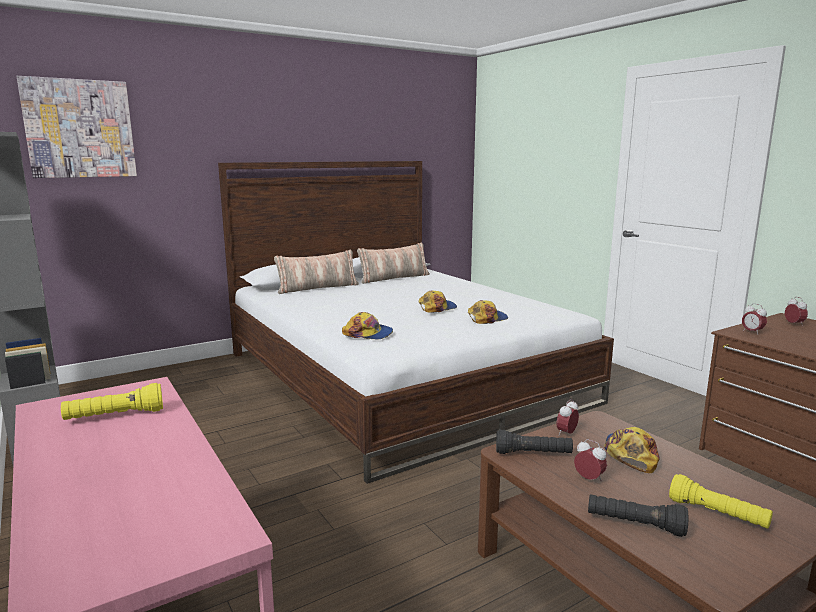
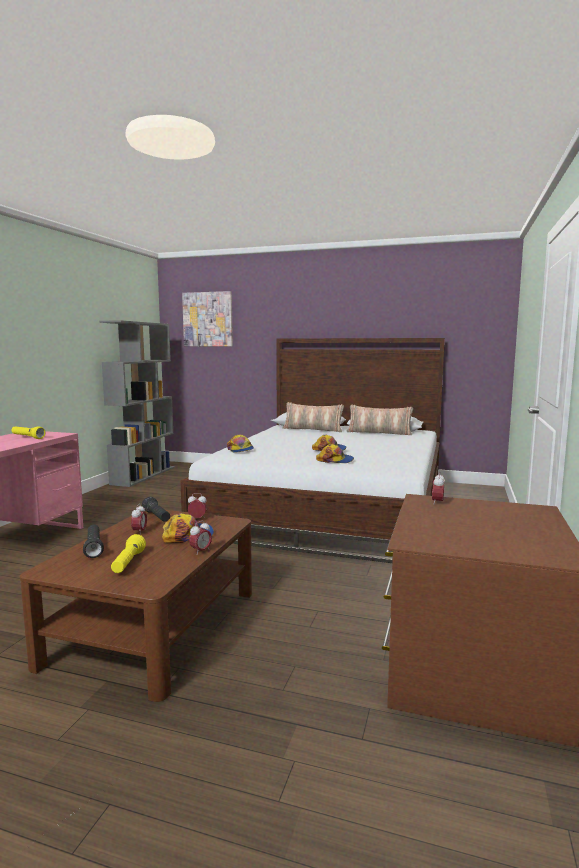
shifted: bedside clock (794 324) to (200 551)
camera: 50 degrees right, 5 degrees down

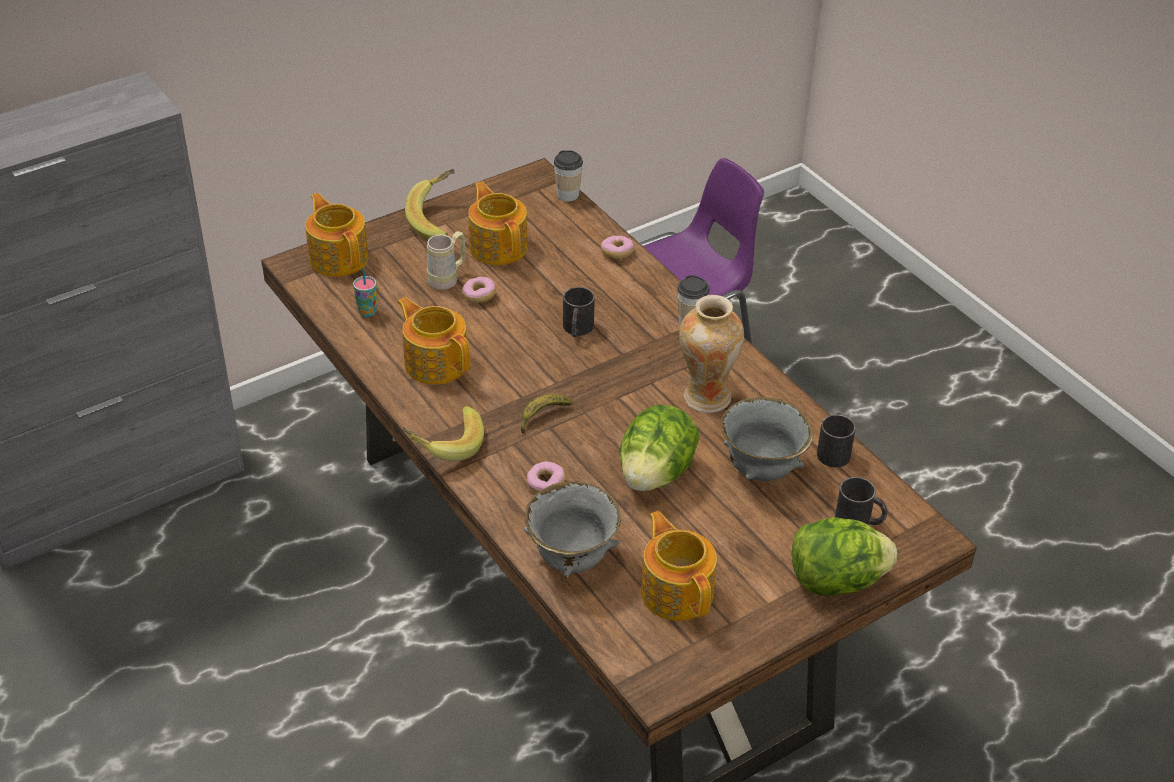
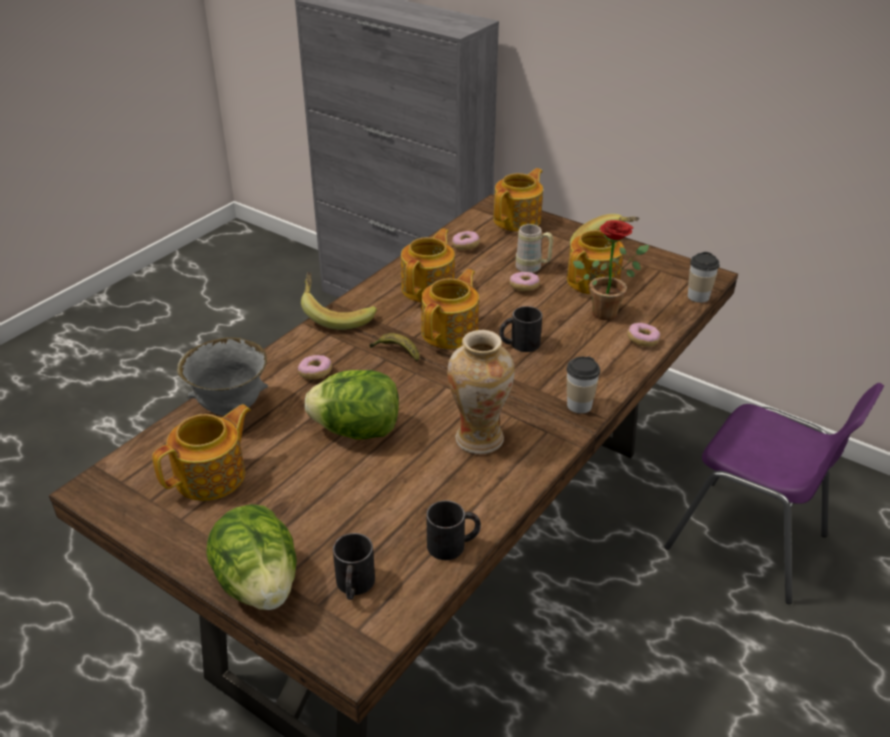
gone: deep dish (gray) (760 472)
new: plant in a pot (608 311); tea pot (451 332)
swapped: small cup (367 312) to doughnut (465 246)
camera: 70 degrees right, 5 degrees down

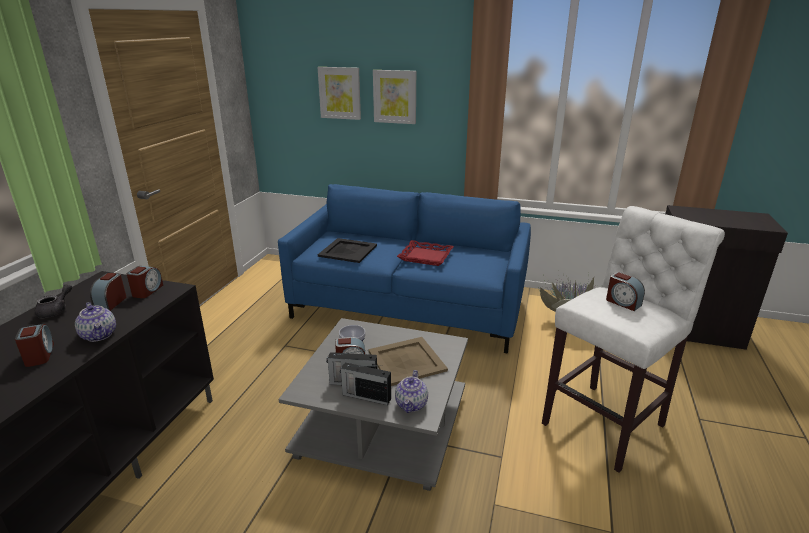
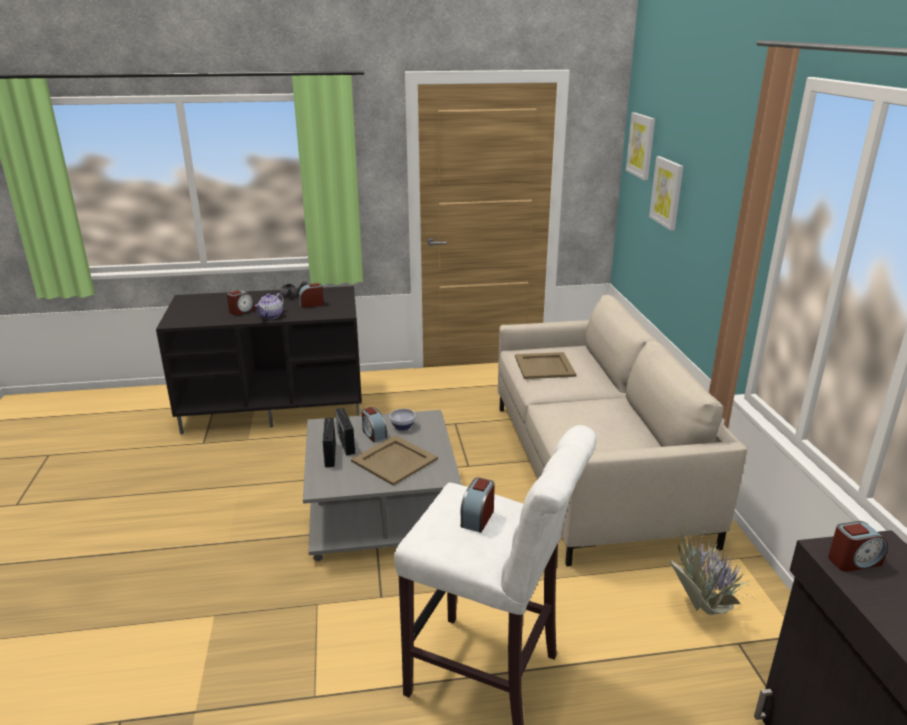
gone: carrying tray (reddish) (425 257); tea pot (411 404)
shifted: wall art (395 96) to (641 145); bedside clock (147 291) to (853 561)
repainted: sofa (blue-coloured) (409 307) to sofa (beige-coloured) (592 469); carrying tray (black) (347 251) to carrying tray (beige-coloured) (544 366)
camera: 65 degrees right, 0 degrees up

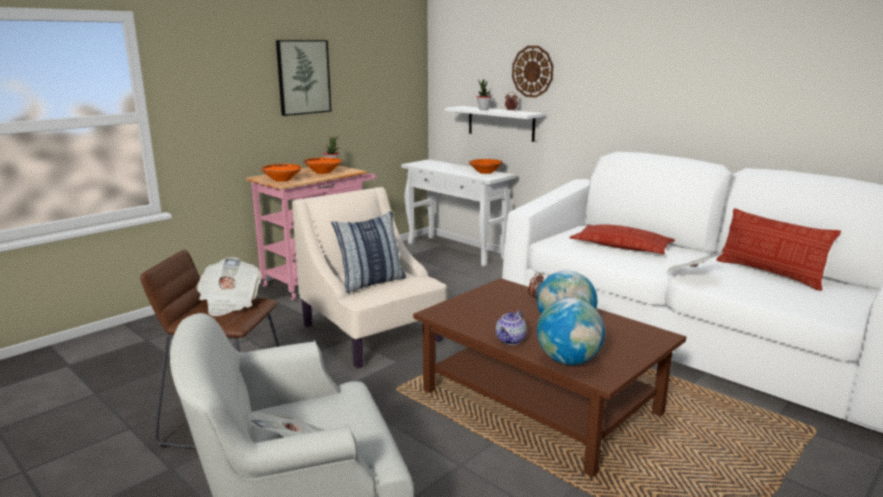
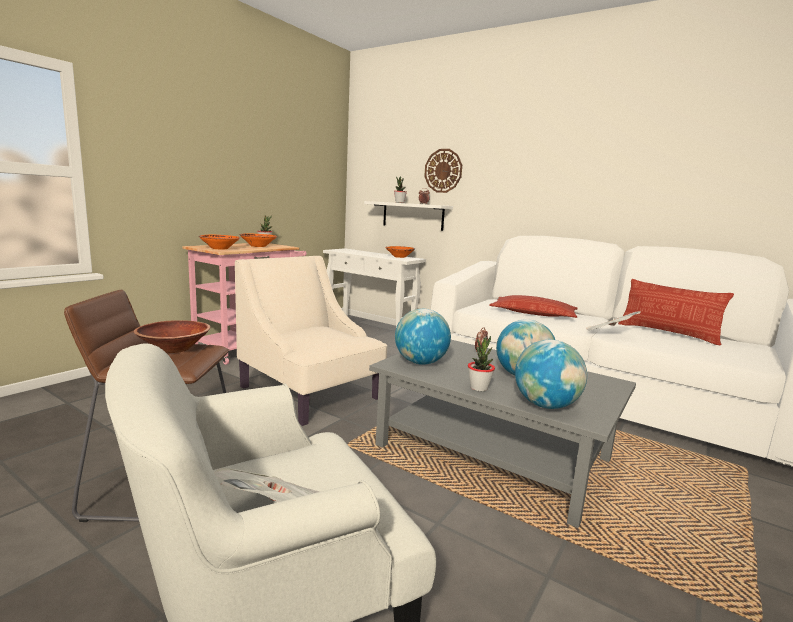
gone: wall art (303 77); cushion (371 282)
new: world globe (420 362)
swapped: printed paper (229 303) to deep dish (brownish) (174 349); tea pot (511 340) to plant in a pot (479 388)
repainted: low table (brownish) (540 401) to low table (gray) (493 452)
camera: 10 degrees left, 5 degrees down

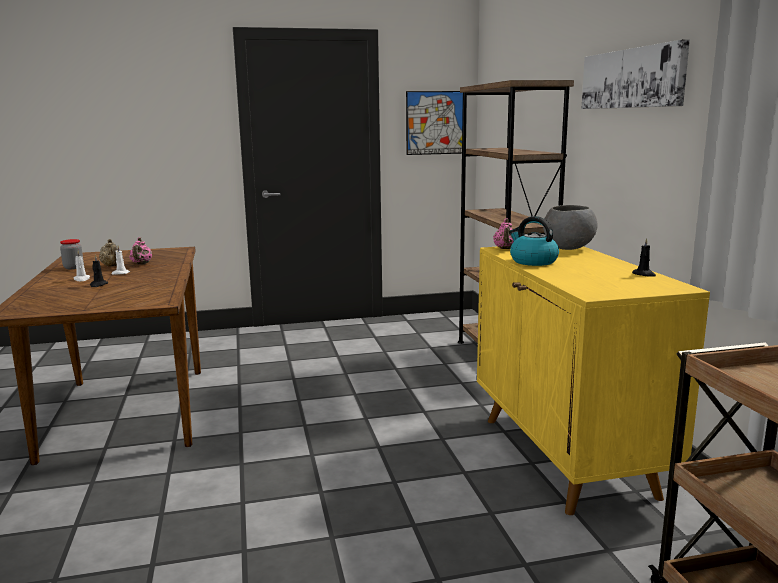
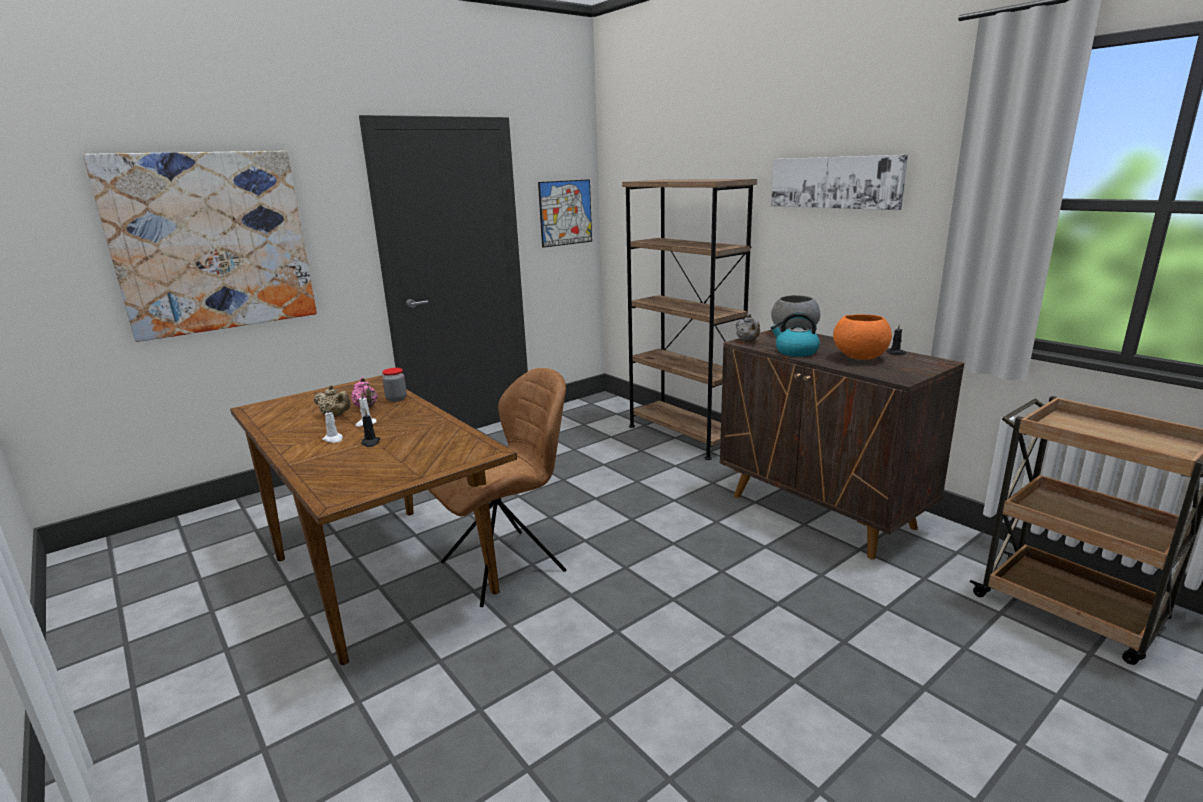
new: wall art (212 243); deep dish (orange-coloured) (859 358); upright chair (brownish) (507 565)
shifted: storage jar (73 267) to (396 399)
repainted: tea pot (pinkish) (505 249) to tea pot (gray) (747 341); cupboard (yellow-coloured) (566 456) to cupboard (brownish) (822 511)
camera: 25 degrees left, 5 degrees up

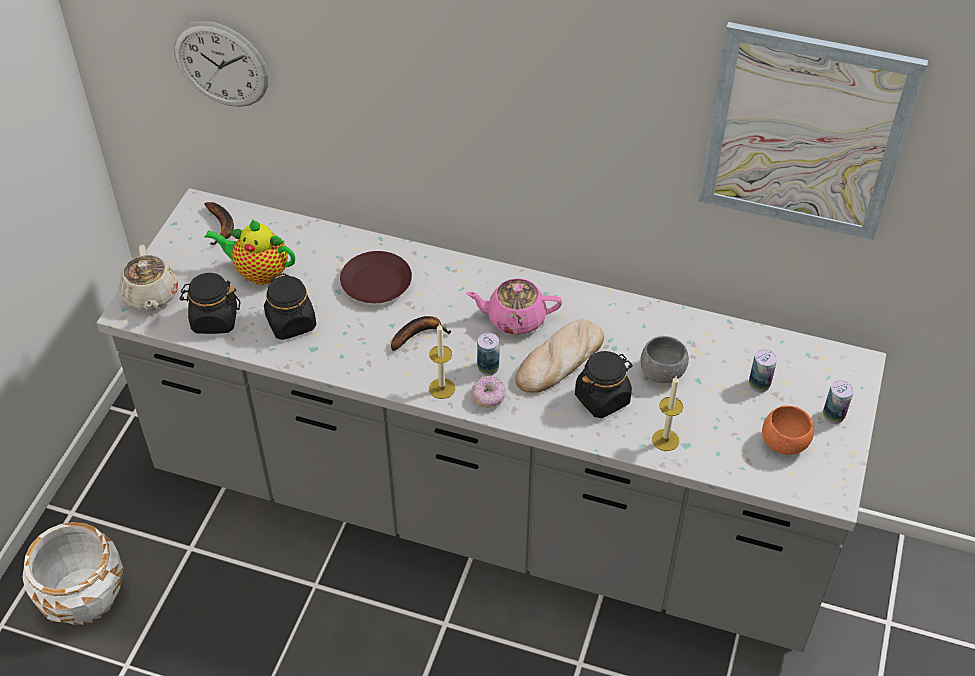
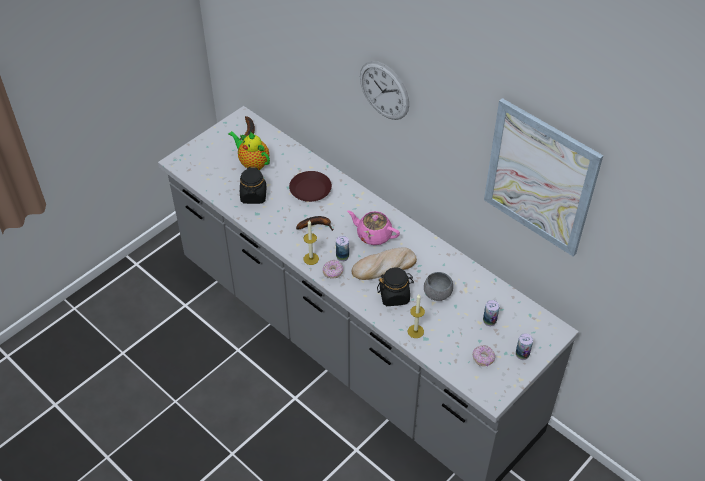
gone: tea pot (beige-coloured) (151 296); storage jar (black) (214 320); planter (white) (84 598)
shifted: clock on the wall (221 64) to (384 90)
swapped: deep dish (orange-coloured) (785 443) to doughnut (483 358)
camera: 25 degrees right, 0 degrees up

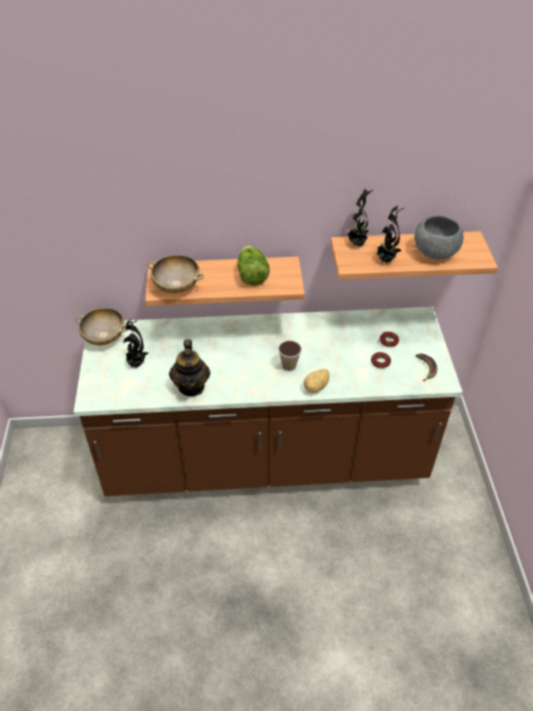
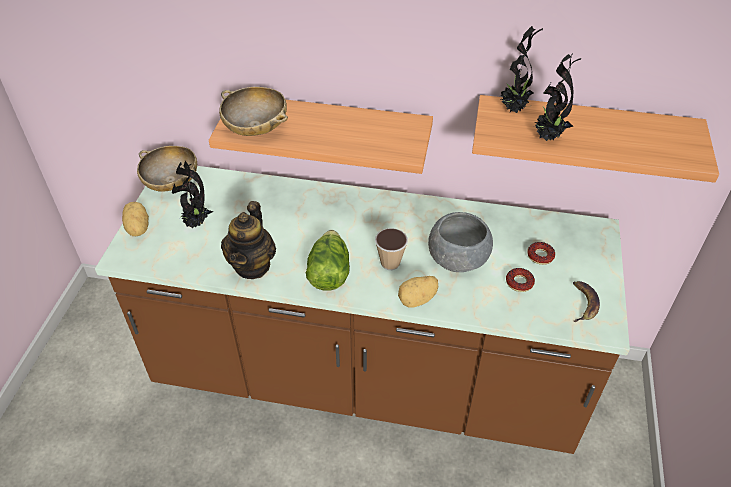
new: potato (137 228)
shifted: deep dish (gray) (435 252) to (458 259); lettuce head (251 275) to (328 272)
camera: 15 degrees right, 0 degrees up

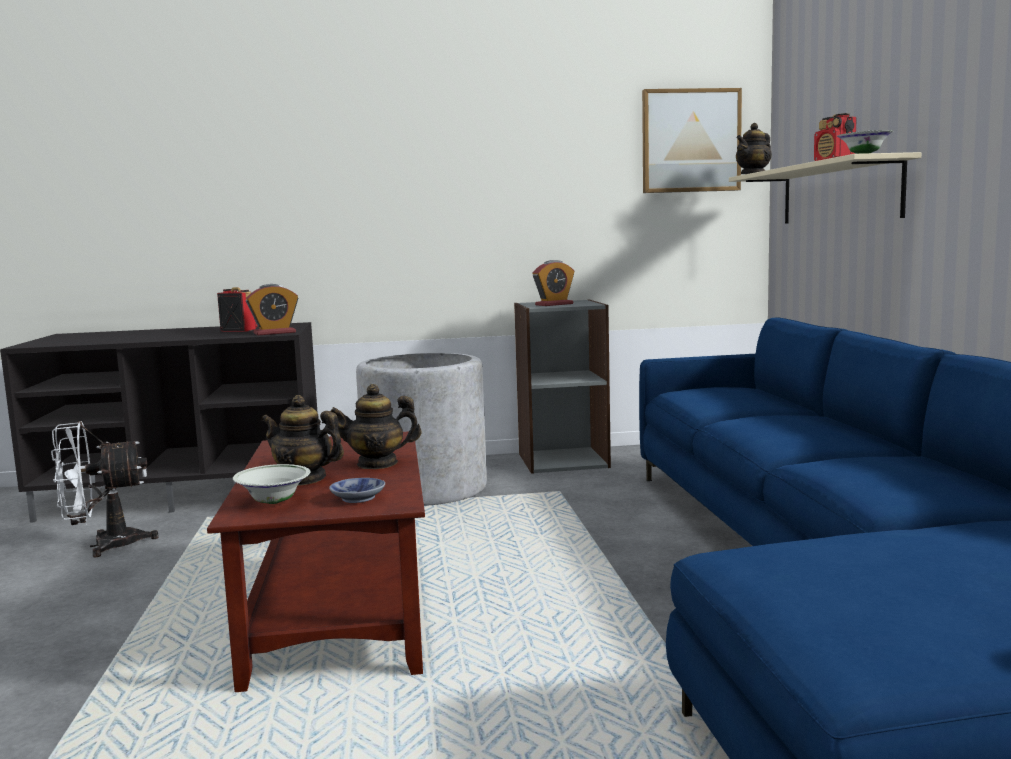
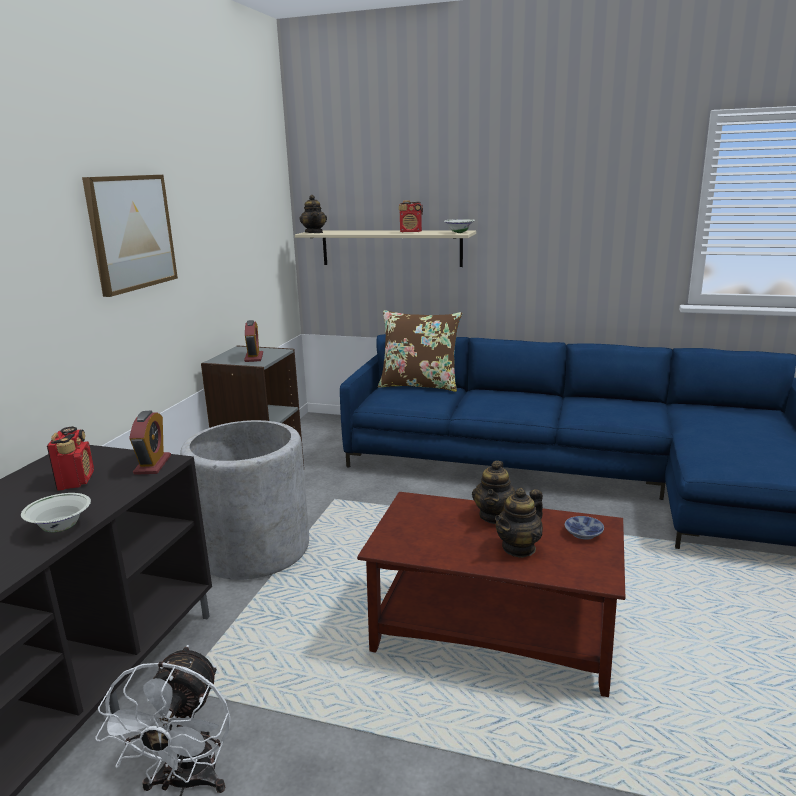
new: cushion (brownish) (420 385)
shifted: wall art (690 141) to (131 232); deep dish (white) (273 502) to (60 528)
rotated: radio (239 330) = (76 480) 120 degrees clockwise
camera: 65 degrees left, 10 degrees up

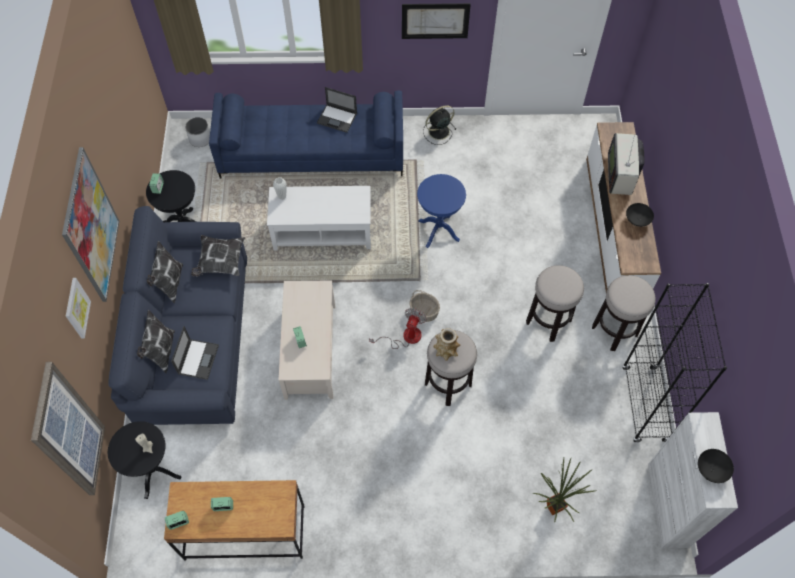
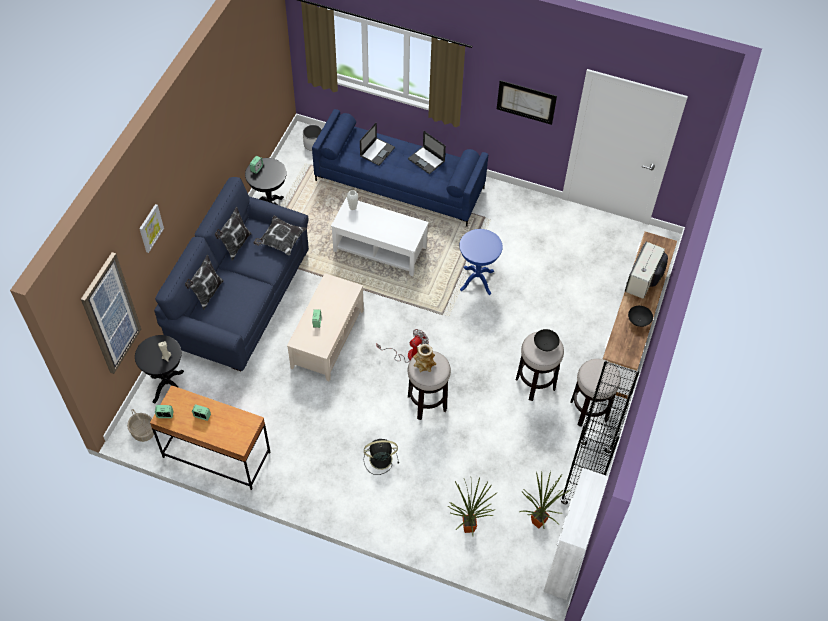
gone: wall art (91 227)
new: plant in a pot (536 521)
shifted: electric fan (black) (438 132) to (379 459); basket (424 311) to (143 431); portable computer (198 359) to (377 151); deep dish (black) (711 469) to (545 344)
camera: 20 degrees right, 5 degrees down

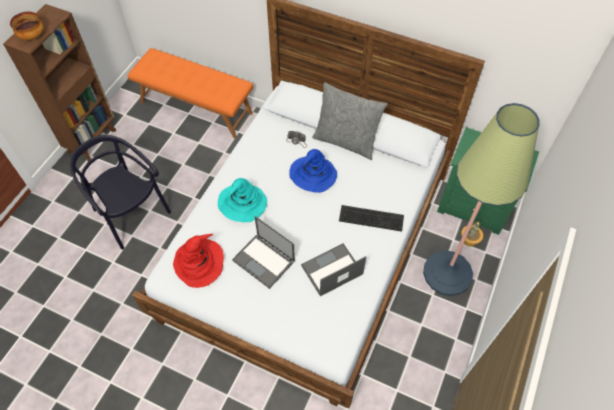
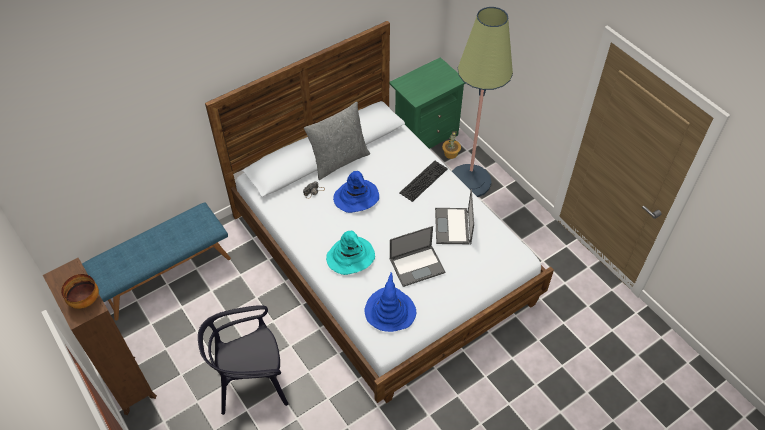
repainted: bench (orange-coloured) (196 107) to bench (blue-coloured) (165 273); clothing hat (reddish) (199 263) to clothing hat (blue-coloured) (390 311)
camera: 60 degrees left, 5 degrees down

